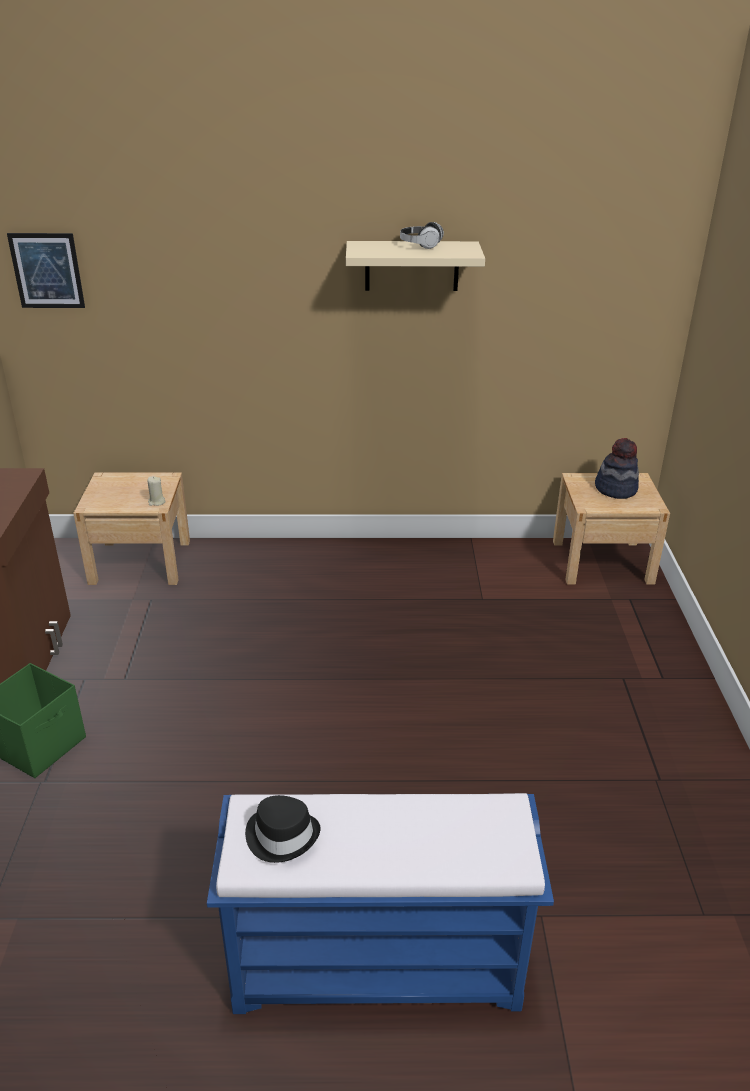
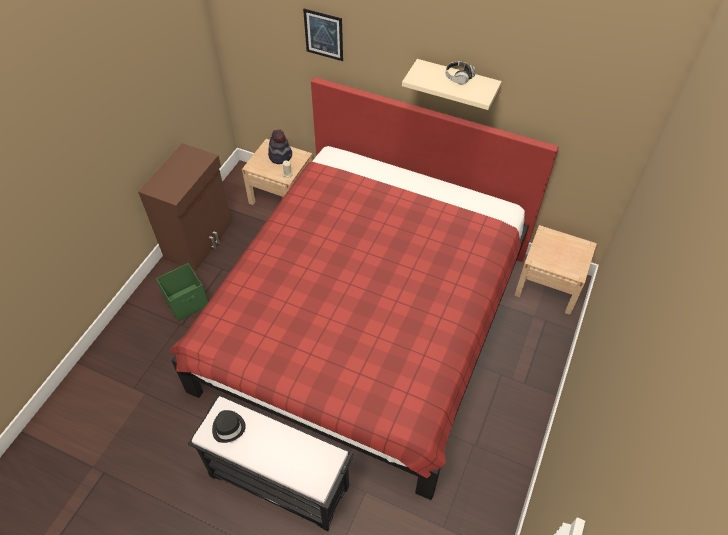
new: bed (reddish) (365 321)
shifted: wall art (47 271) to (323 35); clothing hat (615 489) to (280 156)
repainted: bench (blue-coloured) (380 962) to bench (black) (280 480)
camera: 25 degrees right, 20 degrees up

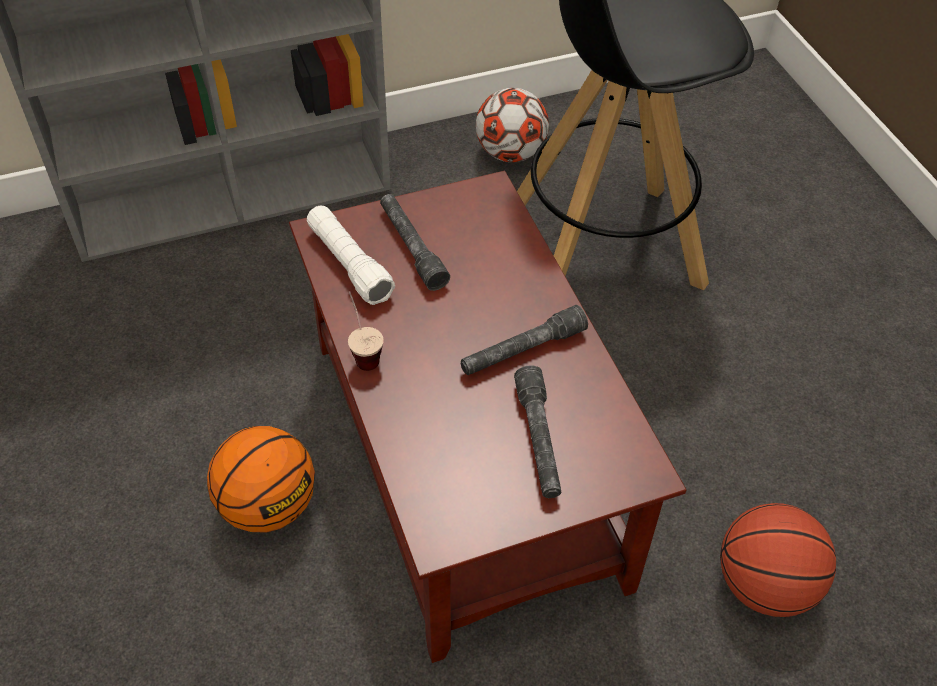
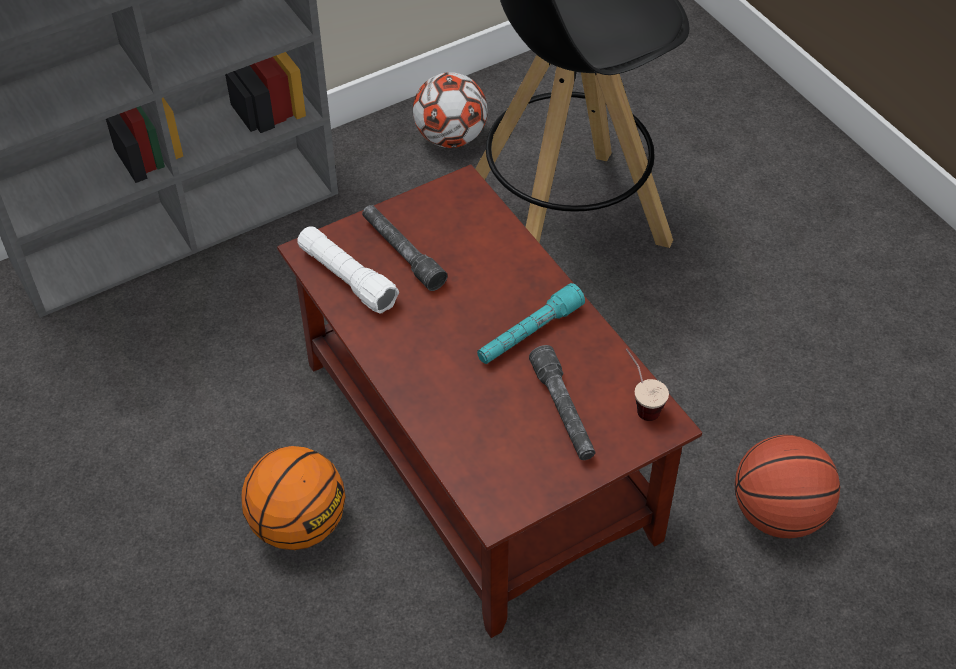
shifted: small cup (363 351) to (639 403)
repainted: hand torch (gray) (522 350) to hand torch (turquoise) (529 333)
camera: 10 degrees left, 0 degrees up

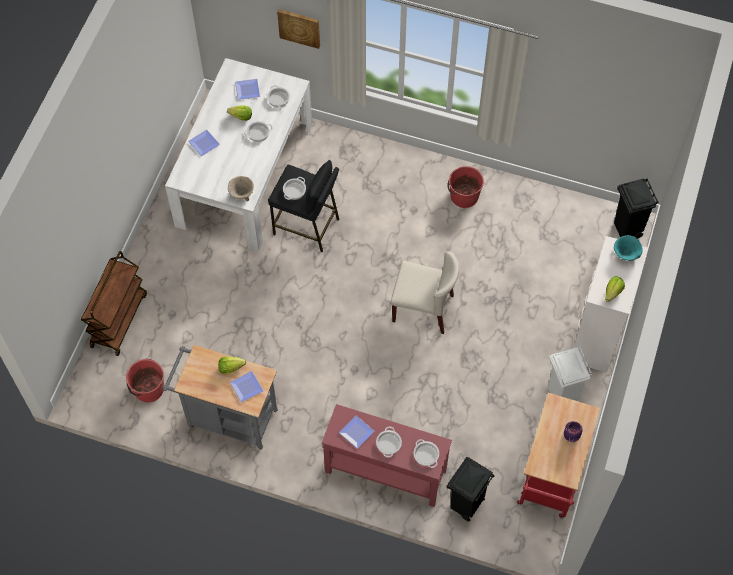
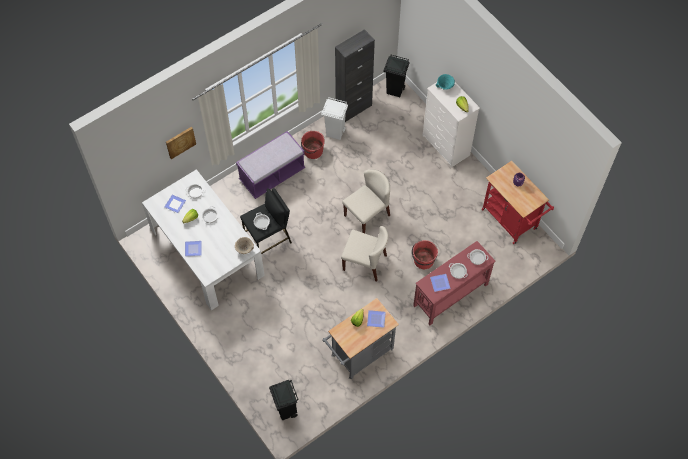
gone: trolley (brownish) (118 319)
new: cupboard (black) (353 109); bench (purple-coloured) (272 175); upright chair (beige-coloured) (365 263)
shifted: rubbish bin (white) (562 396) to (335 133); water bucket (reddish) (148 389) to (423 261); rubbish bin (black) (466 505) to (286 411)
camera: 55 degrees left, 0 degrees up

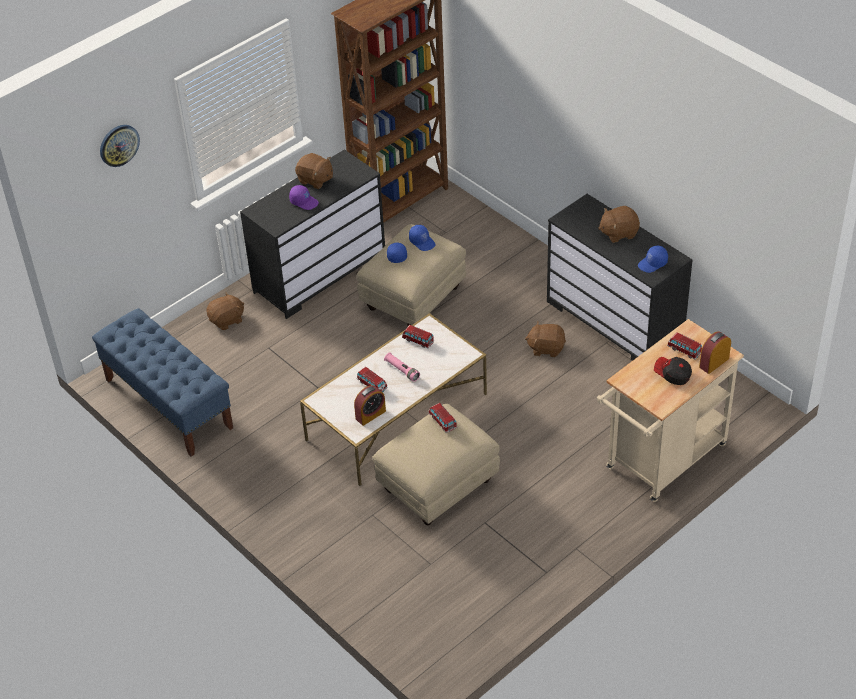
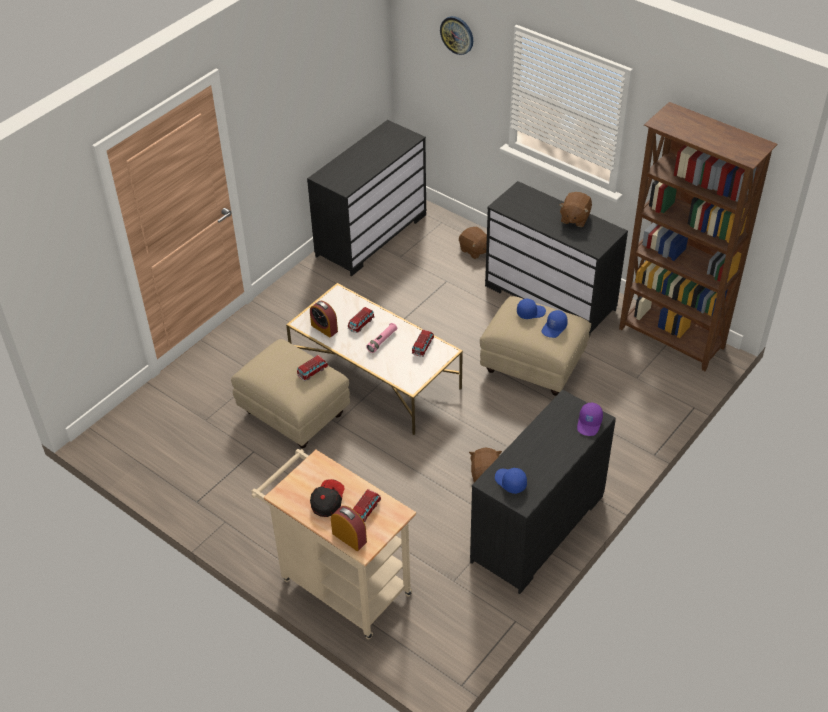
gone: soft toy (brownish) (618 233)
shifted: peaked cap (purple-coloured) (304 201) to (589 423)
swapped: bench (blue-coloured) (168 403) to chest of drawers (black) (371 235)
camera: 80 degrees right, 0 degrees up

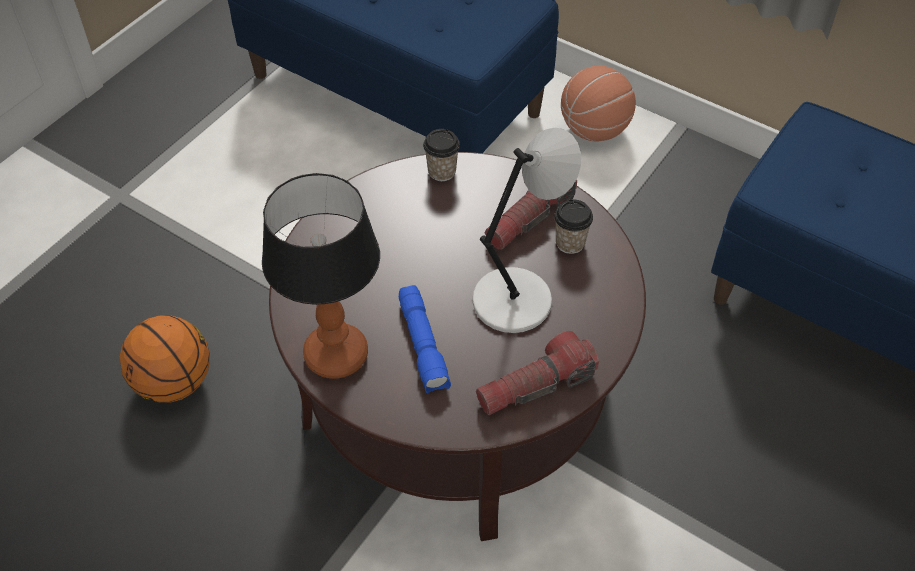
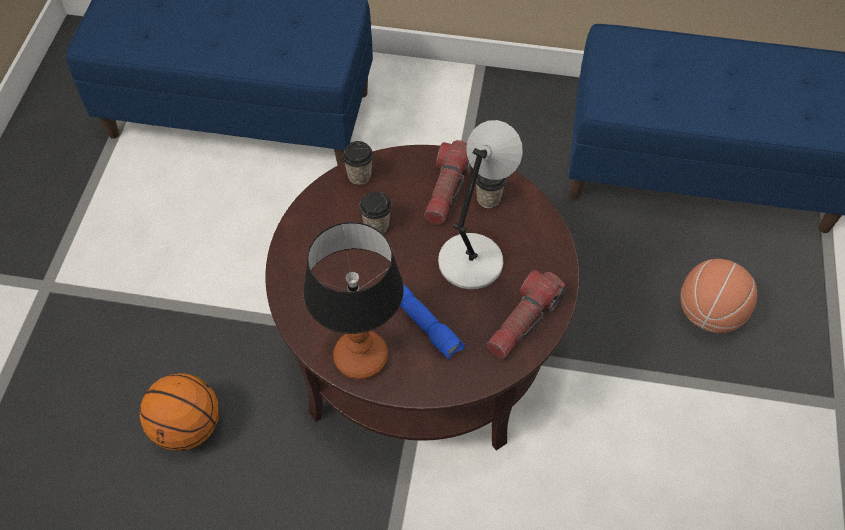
new: small cup (376 226)
shifted: basketball (594 129) to (709 313)
camera: 25 degrees left, 5 degrees up

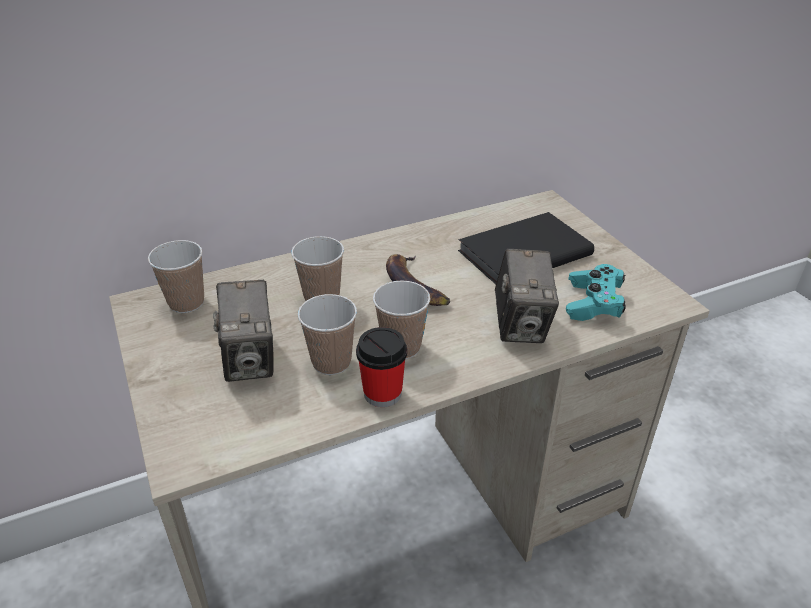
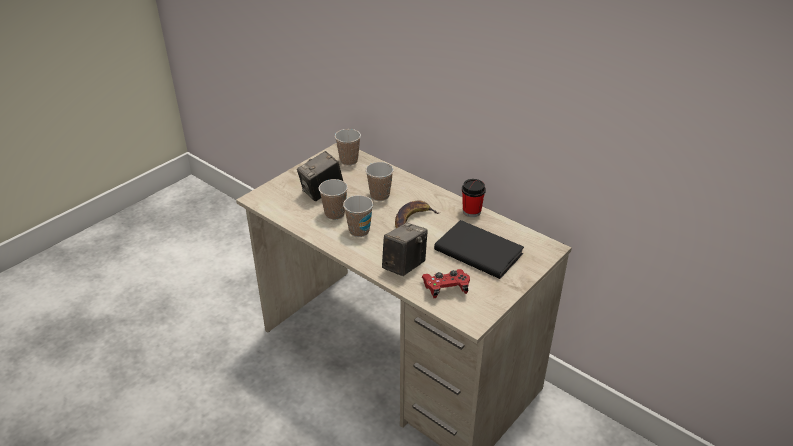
shifted: small cup (382 393) to (471 211)
repainted: joypad (turquoise) (593 303) to joypad (reddish) (446 288)
rotated: photo camera (521 326) = (404 265) 150 degrees clockwise
camera: 65 degrees right, 0 degrees up

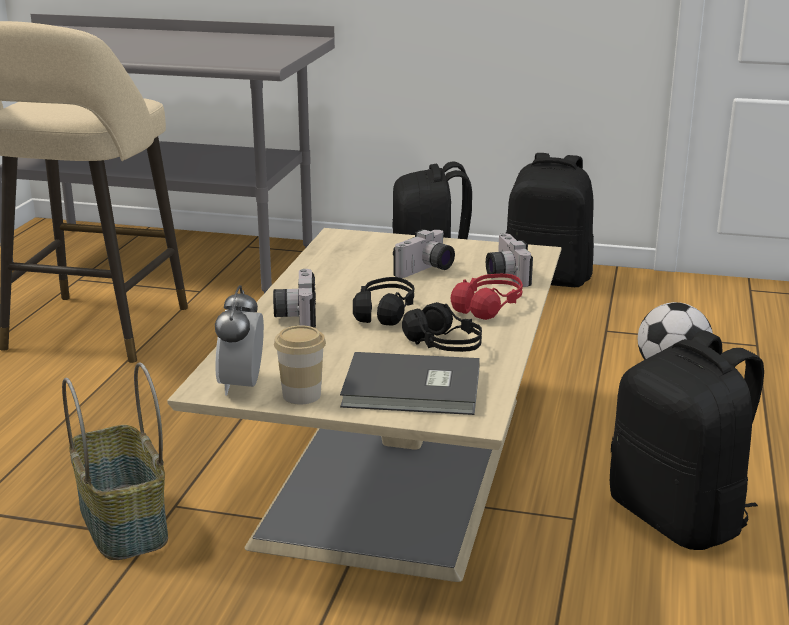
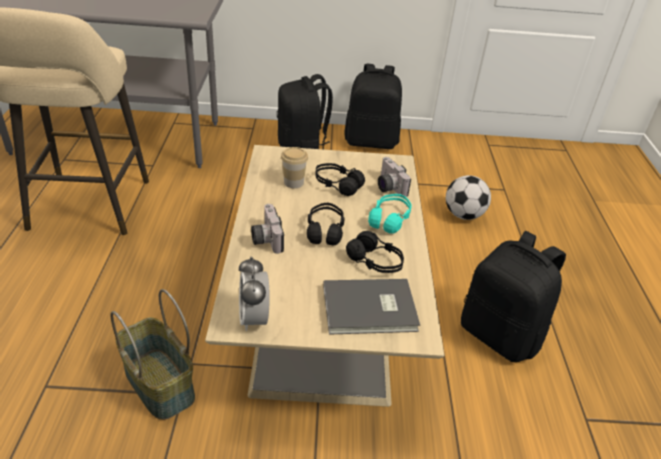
shifted: small cup (301 395) to (293 182)
swapped: photo camera (426 270) to pair of headphones (black) (337 185)
repainted: pair of headphones (reddish) (489 307) to pair of headphones (turquoise) (389 219)
camera: 15 degrees left, 15 degrees up

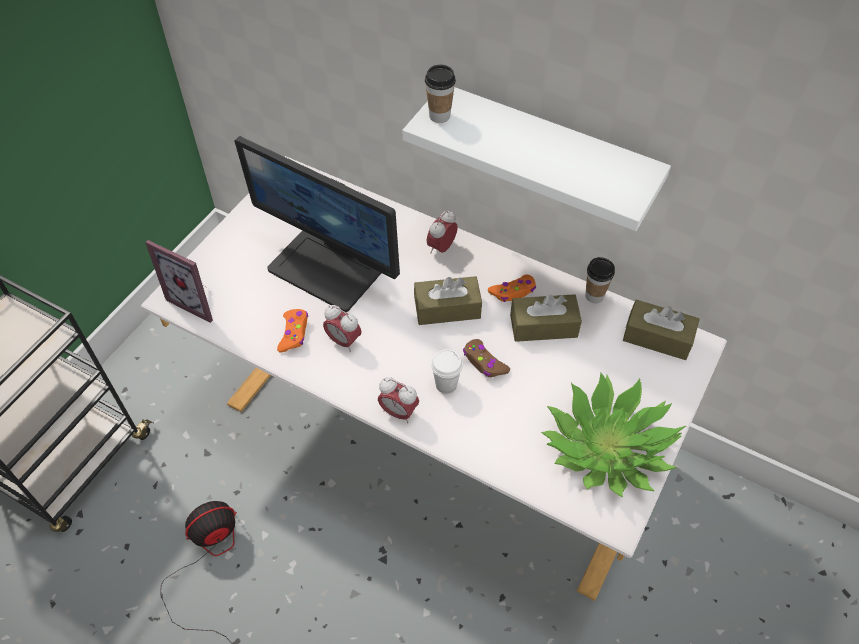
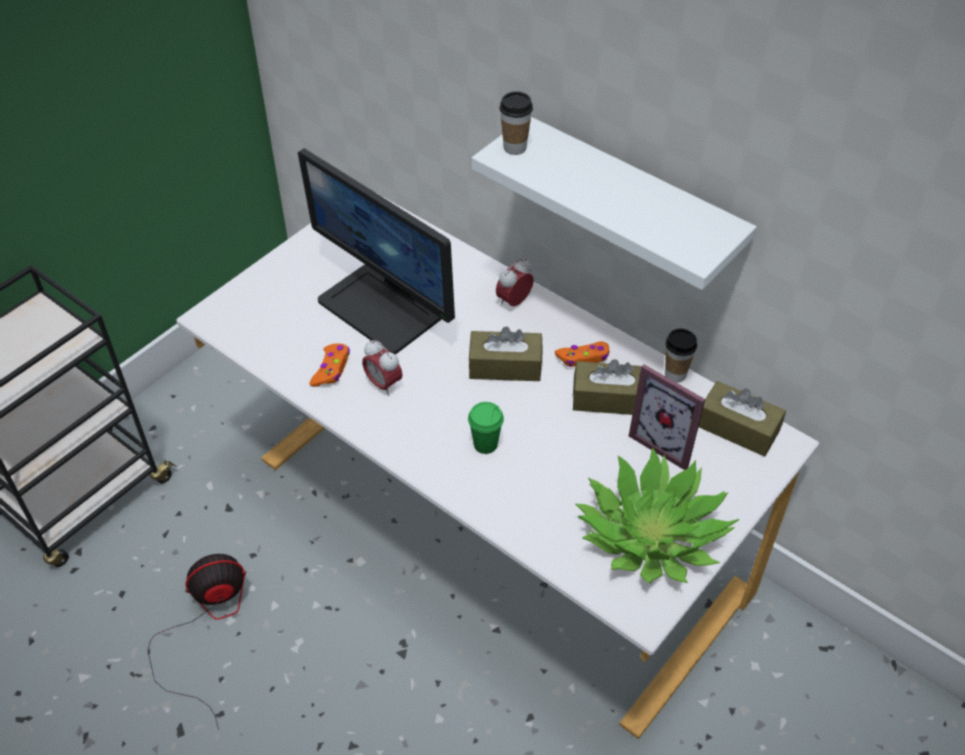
gone: joypad (brownish) (484 363); bedside clock (398 412)
shifted: standing frame (198 300) to (667 441)
repainted: small cup (white) (446 384) to small cup (greenish) (485 444)
camera: 10 degrees right, 5 degrees down

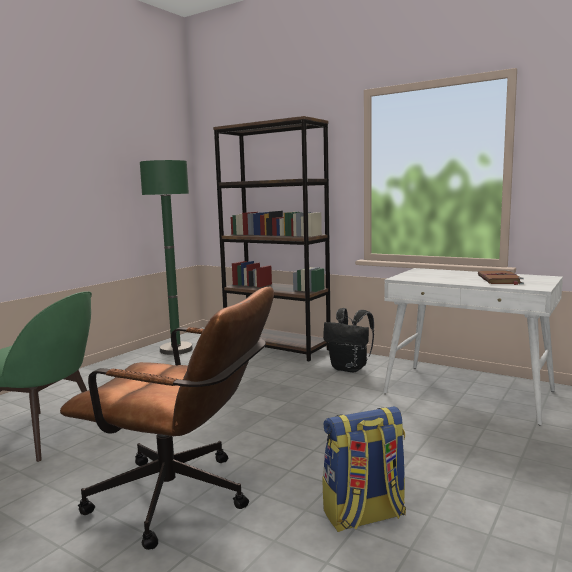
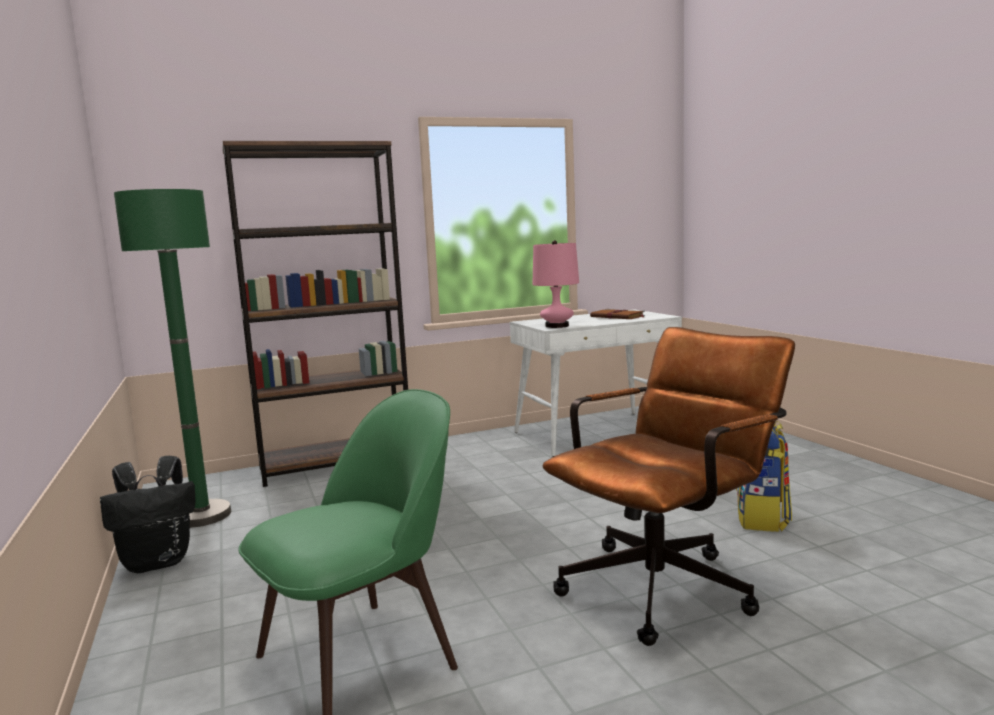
new: lamp for a table (pinkish) (557 326)
shifted: knapsack (black) (350 368) to (159 562)
camera: 55 degrees left, 0 degrees up

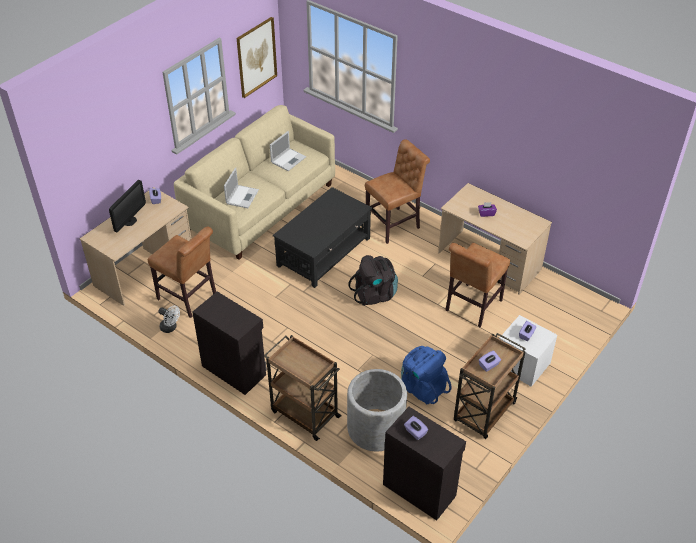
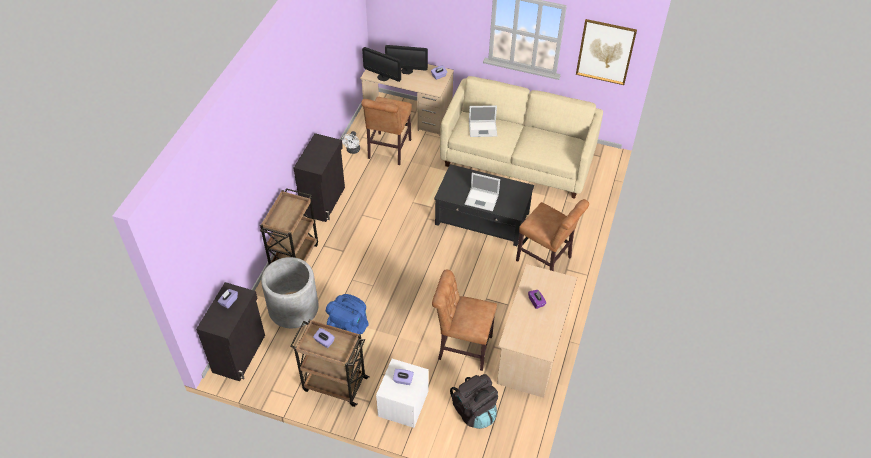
new: monitor (383 77)
shifted: portable computer (289 159) to (482 199); knapsack (black) (375 294) to (474 411)
camera: 70 degrees right, 5 degrees up

